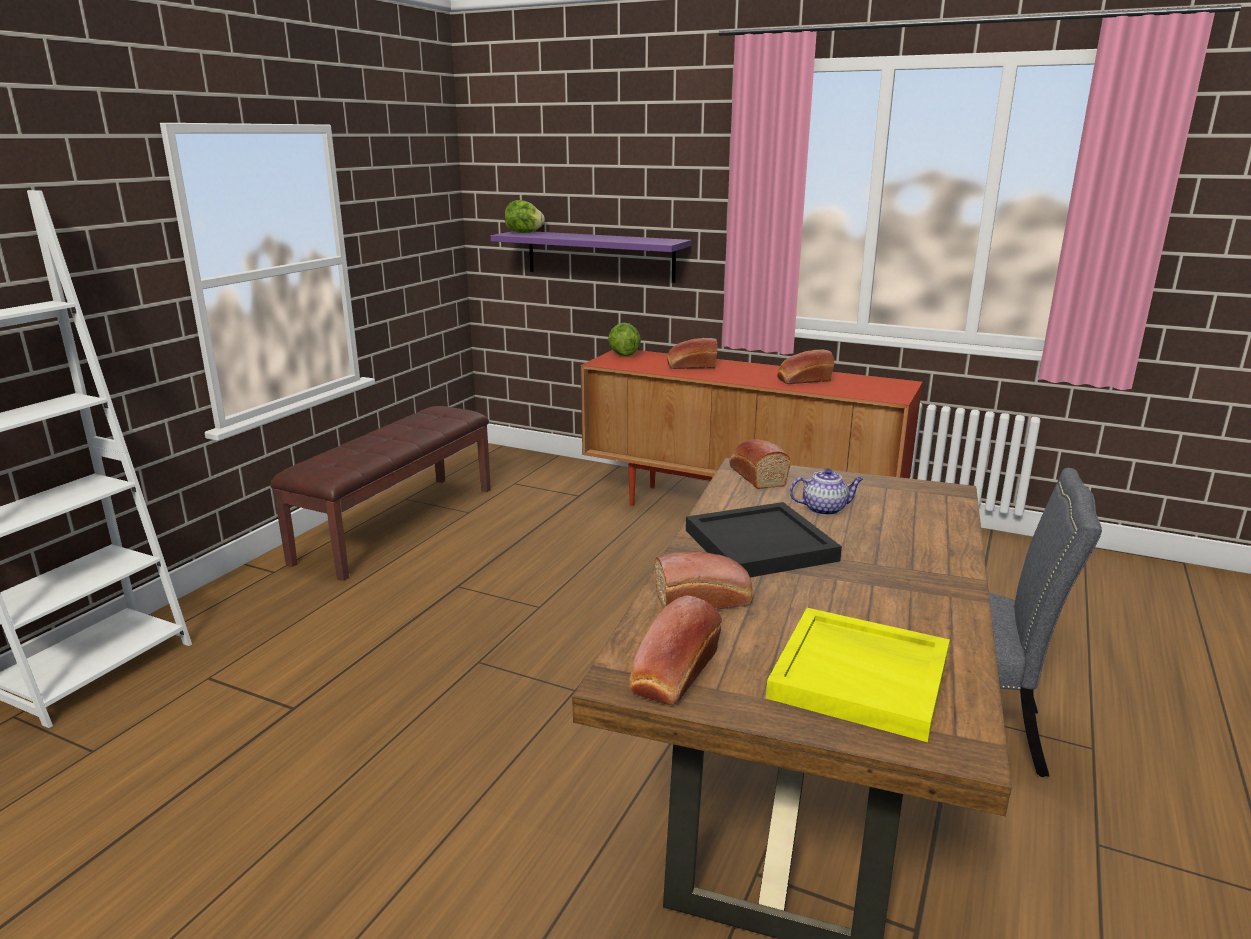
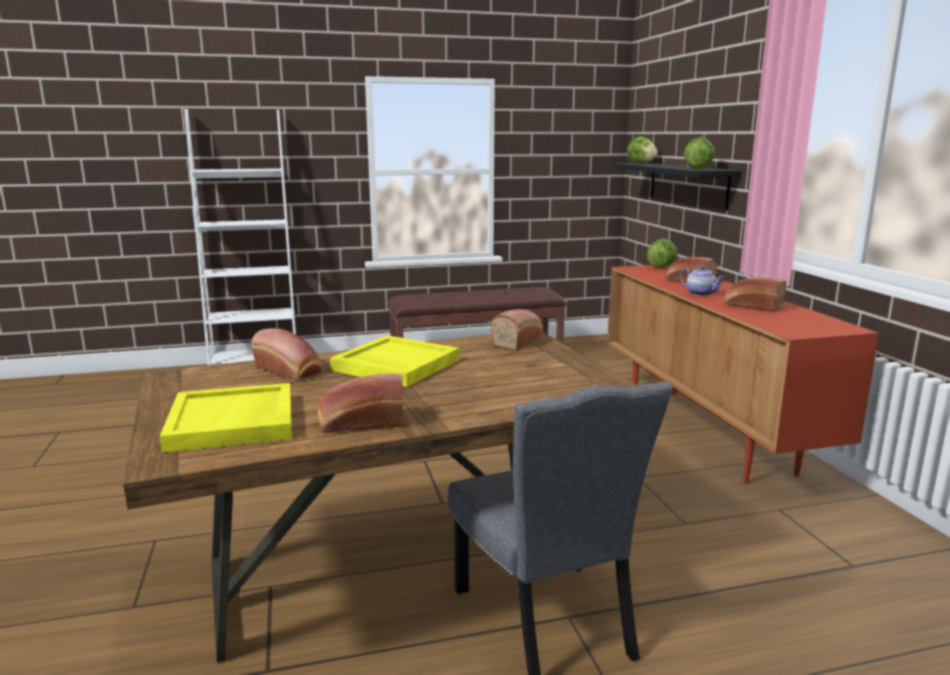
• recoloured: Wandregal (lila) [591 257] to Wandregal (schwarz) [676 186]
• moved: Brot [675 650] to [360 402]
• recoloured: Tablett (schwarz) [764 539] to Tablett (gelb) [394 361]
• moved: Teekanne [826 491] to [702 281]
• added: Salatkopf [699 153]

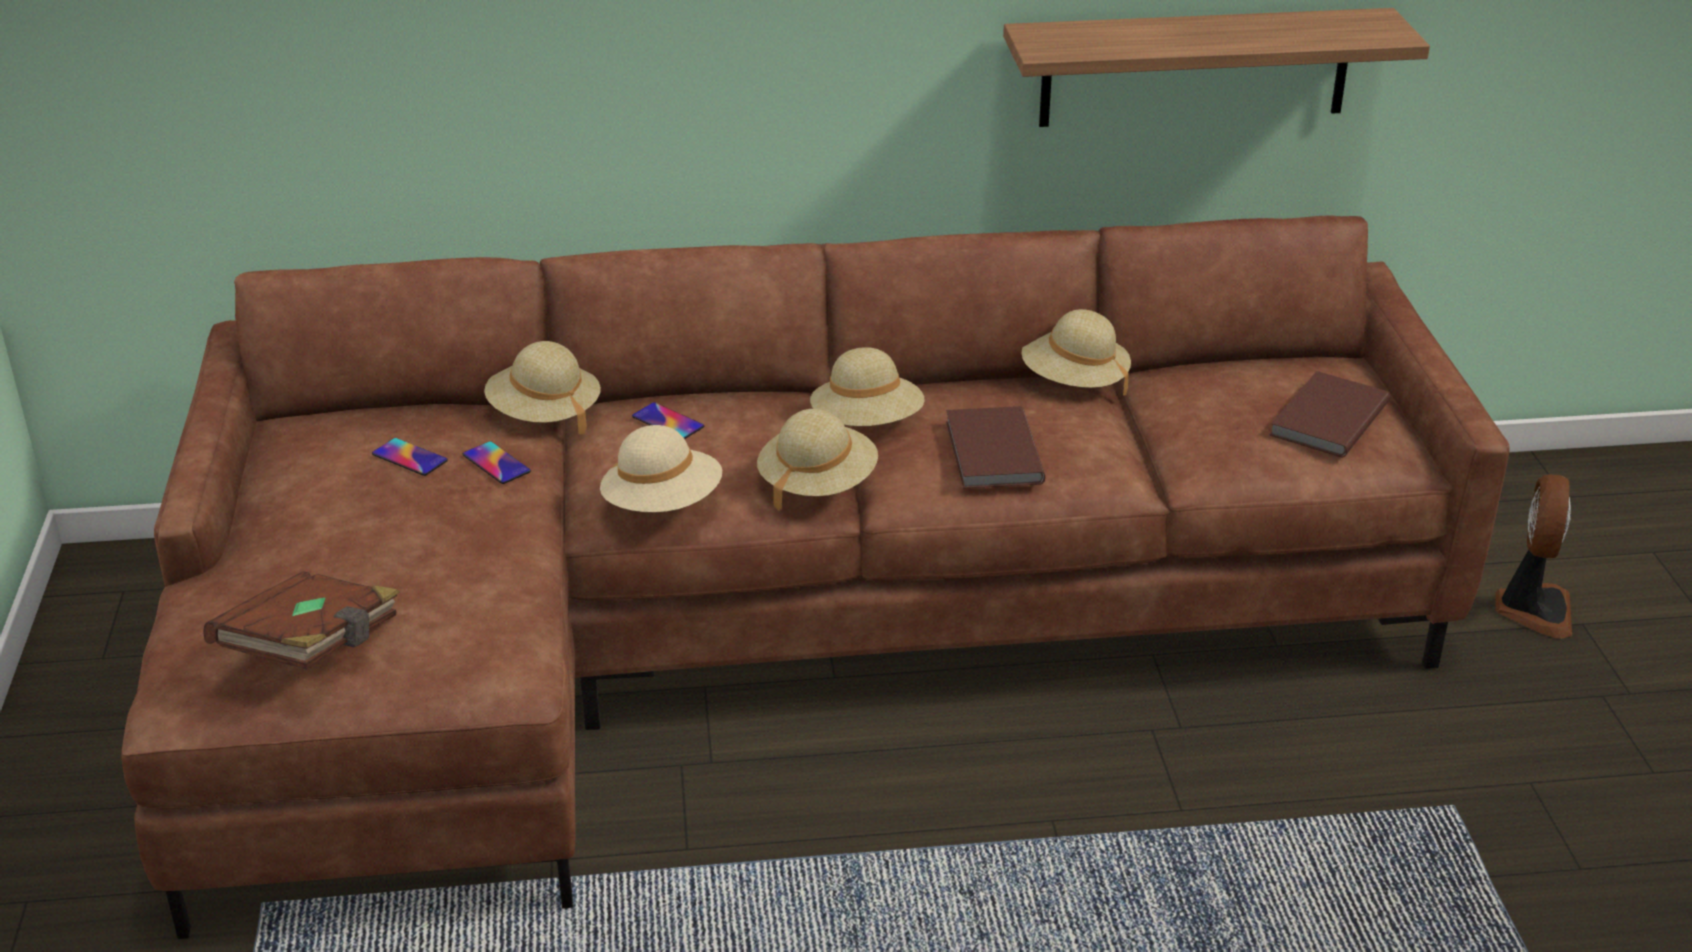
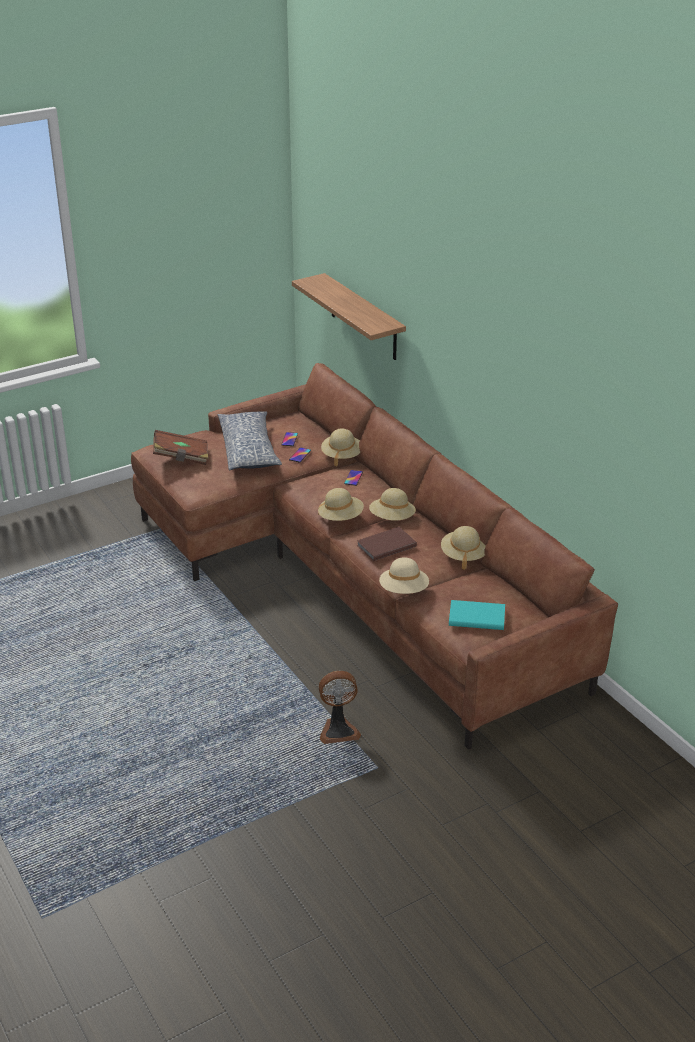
• moved: Hut (beige) [661 468] to [404 576]
• moved: Wandregal [1216 67] to [349 316]
• recoloured: Buch (braun) [1330 414] to Buch (türkis) [477 615]
• moved: Ventilator [1533 556] to [340 707]
• added: Kissen [250 441]

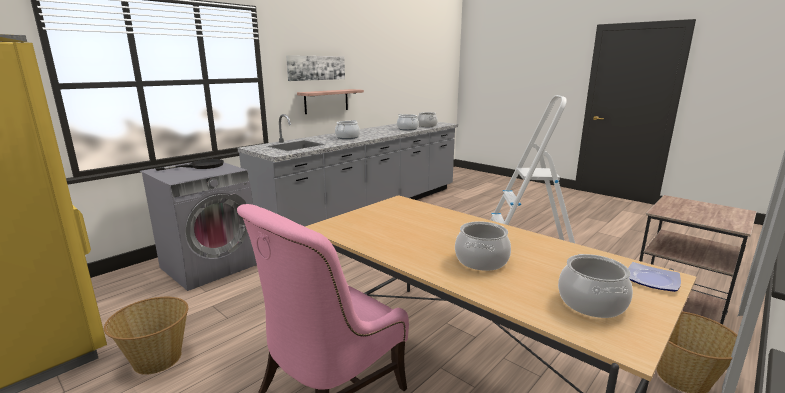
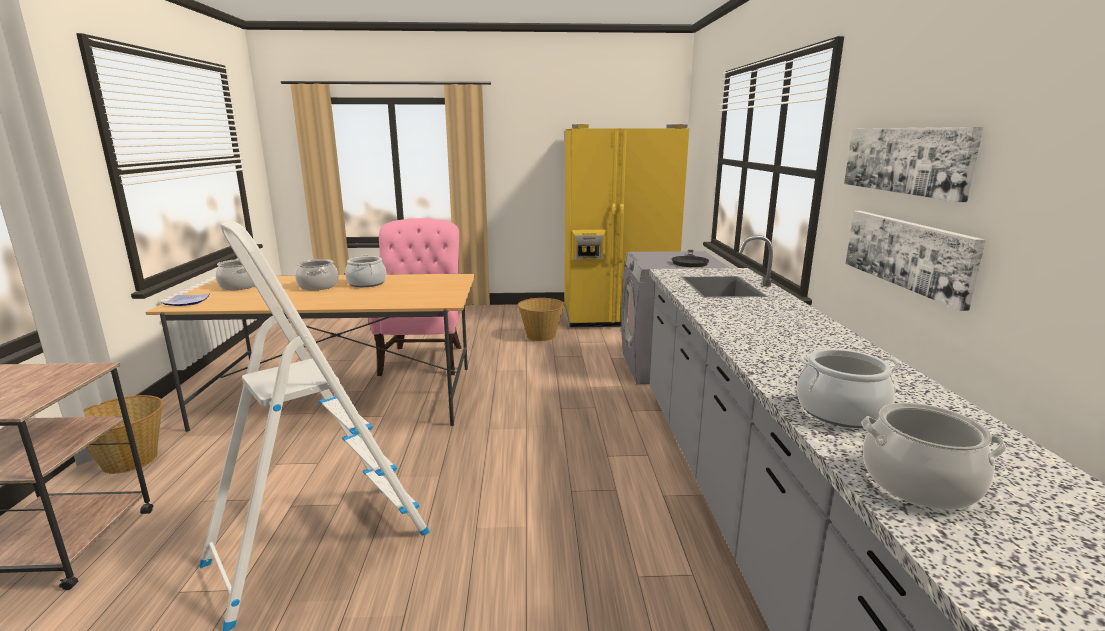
• replaced: Wandregal [330 101] to Bild [915 261]
• moved: Kochtopf [347 129] to [365 271]

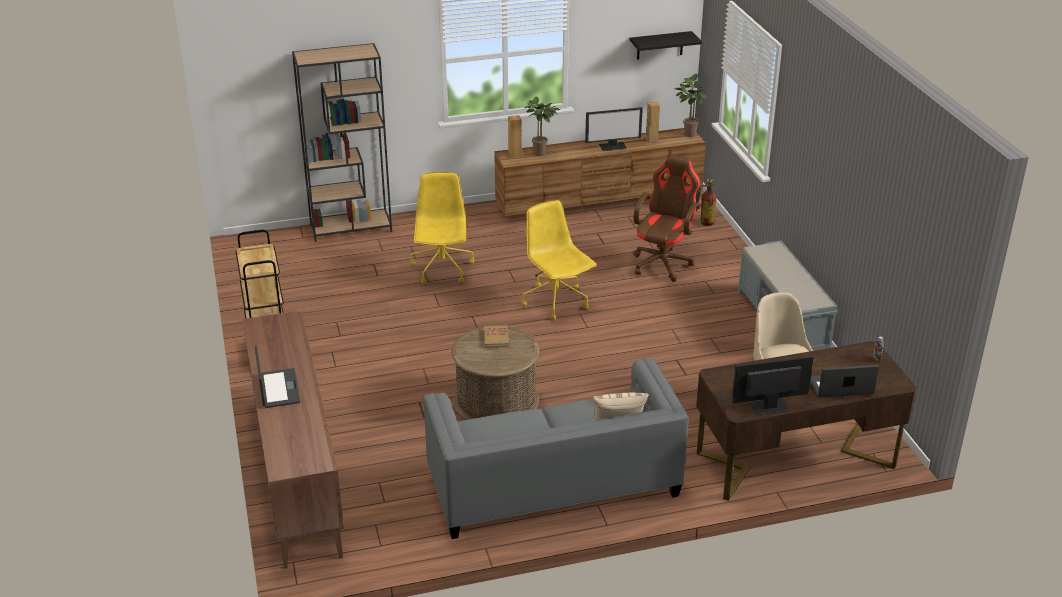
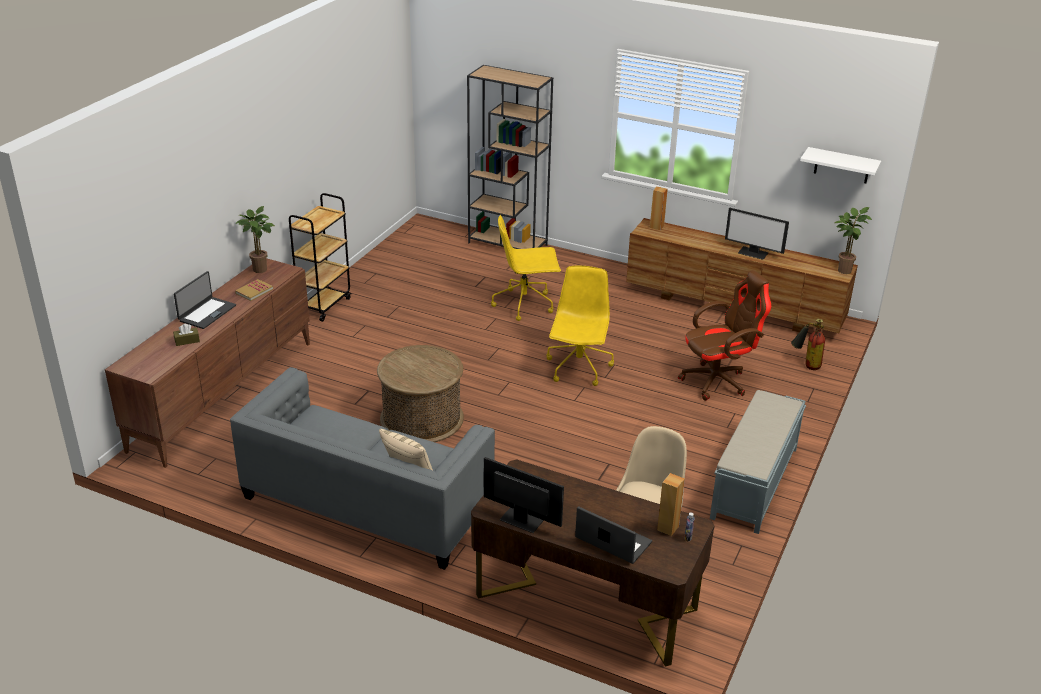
• turned: Bürostuhl (gelb) [442 228] = [526 268] 135 degrees counterclockwise
• moved: Buch [496 336] to [254 290]
• moved: Topfpflanze [542 126] to [255 239]
• recoloured: Wandregal (schwarz) [665 45] to Wandregal (weiß) [840 165]
• moved: Lautsprecher (braun) [653 122] to [671 504]
• added: Taschentuchbox (braun) [186 335]

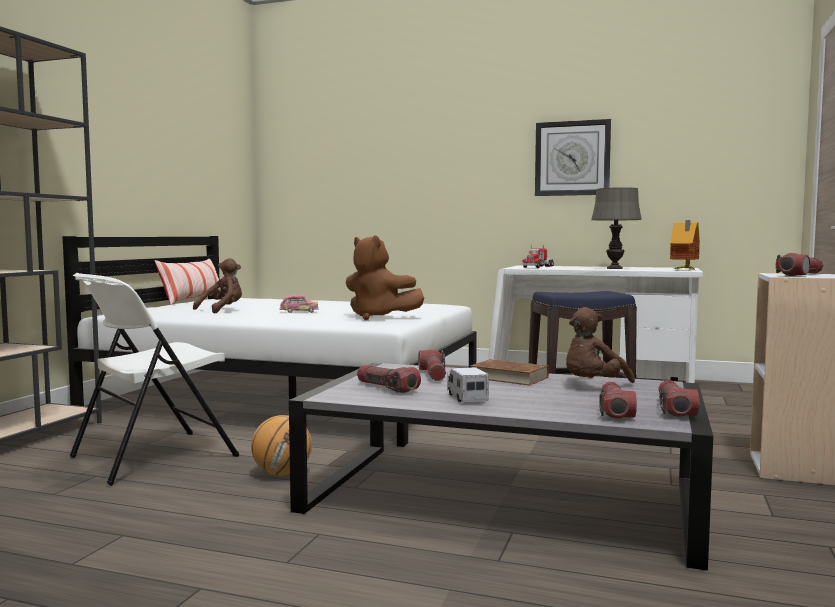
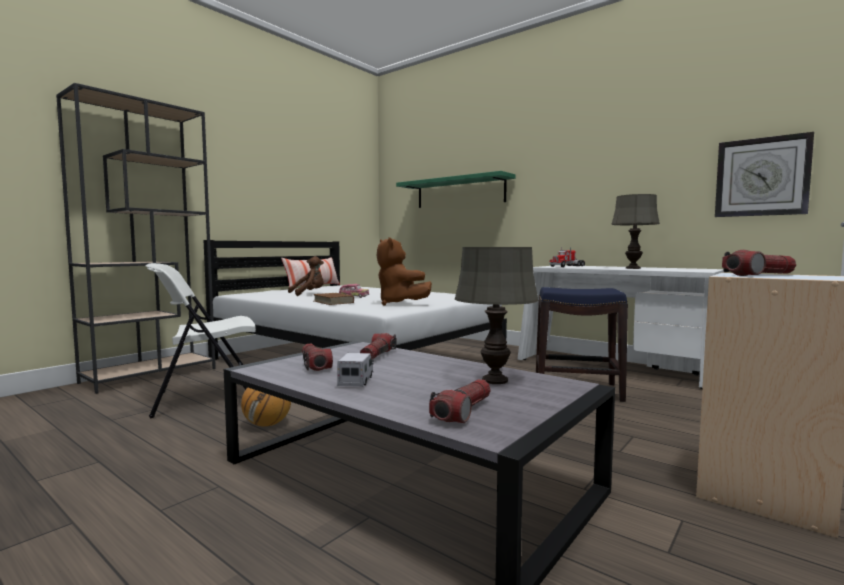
• moved: Buch (braun) [509 372] to [333 299]
• moved: Wanduhr [573 157] to [764 174]
• replaced: Plüschtier (braun) [600 345] to Tischlampe (grau) [497 315]
• removed: Taschenlampe [678 398]
• removed: Spielzeughaus [685 245]
• added: Wandregal (grün) [456 189]

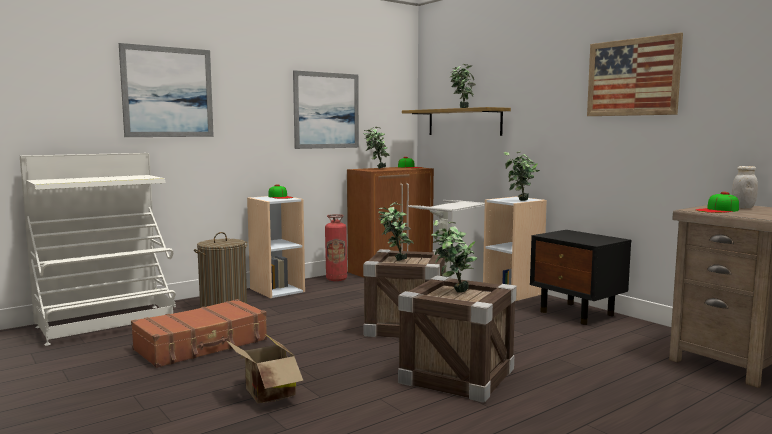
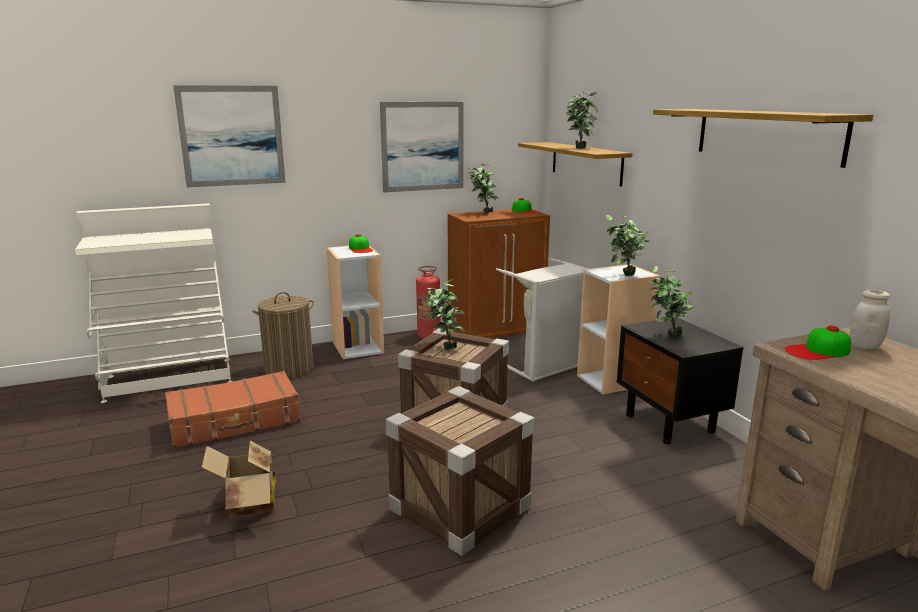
• moved: Topfpflanze [454 256] to [670 302]
• replaced: Bild [635 74] to Wandregal [763 138]

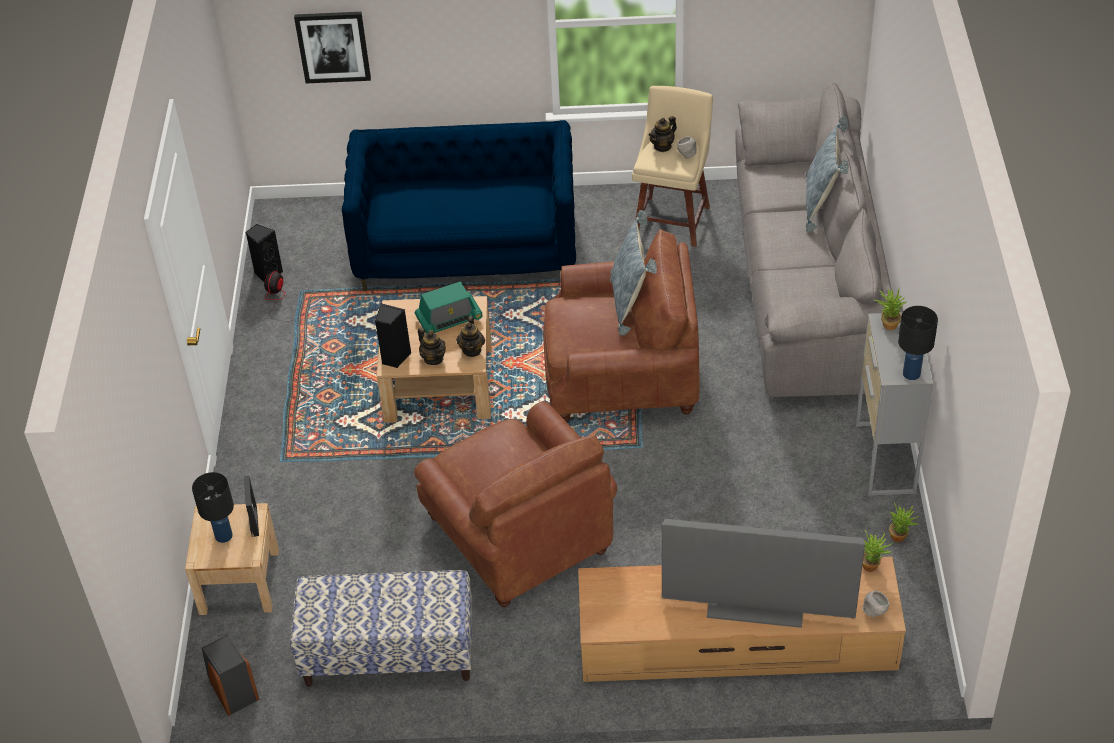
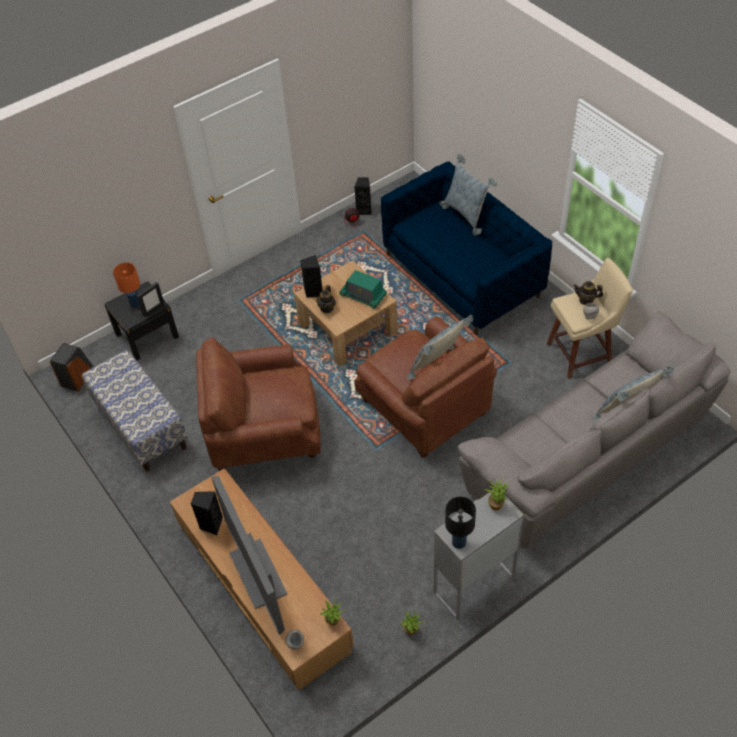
• recoloured: Nachttisch (beige) [232 559] to Nachttisch (schwarz) [141 320]
• recoloured: Tischlampe (schwarz) [213 507] to Tischlampe (orange) [126 285]
• removed: Bild [332 47]
• turned: Sessel (braun) [515 504] = [258 404] 60 degrees clockwise
• removed: Teekanne [470 336]
• added: Lautsprecher (schwarz) [207 513]
• added: Kissen [468 195]

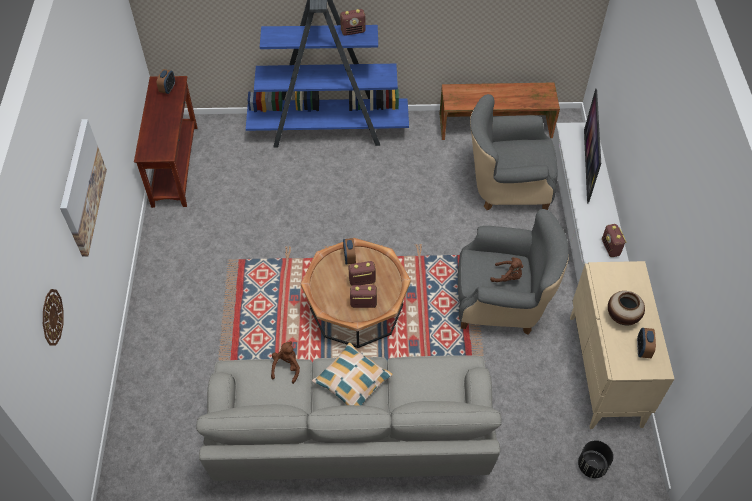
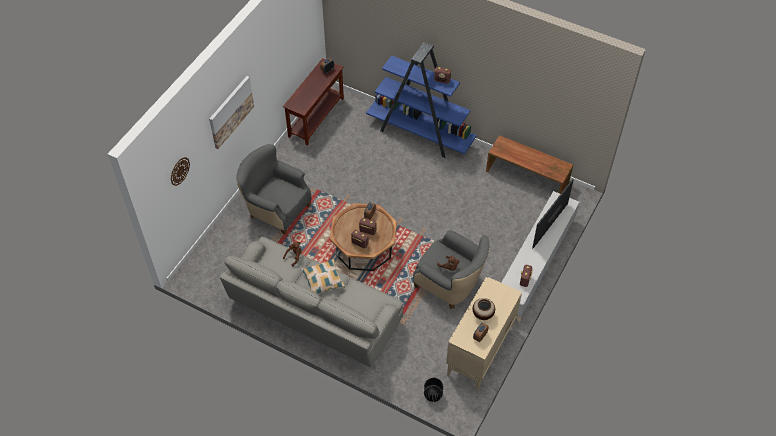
• moved: Sessel (grau) [513 152] to [274 189]

